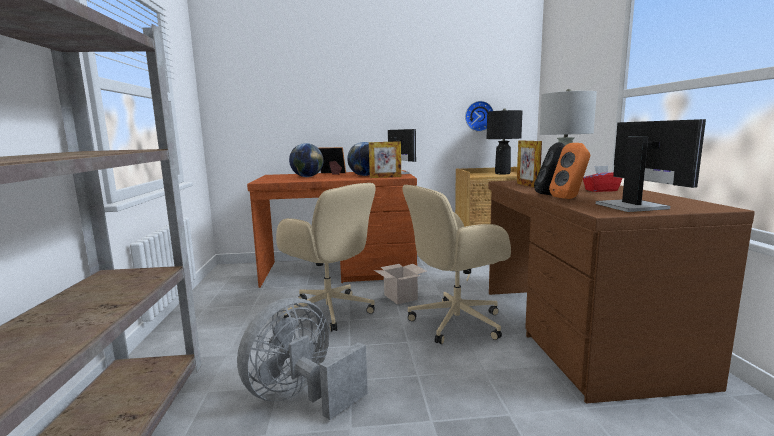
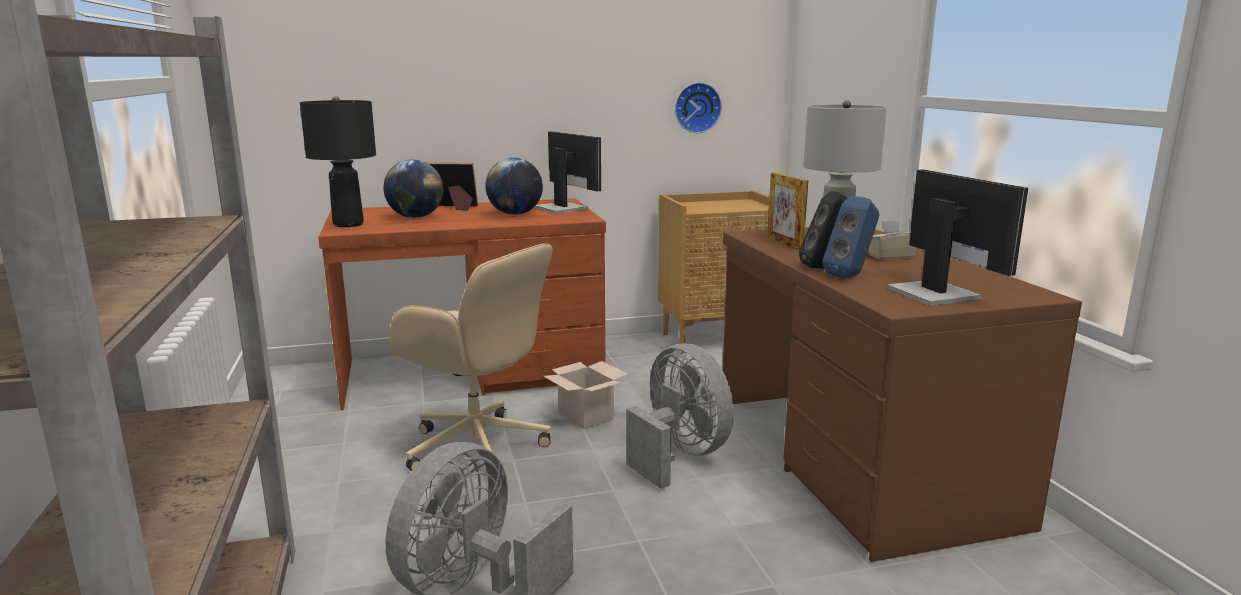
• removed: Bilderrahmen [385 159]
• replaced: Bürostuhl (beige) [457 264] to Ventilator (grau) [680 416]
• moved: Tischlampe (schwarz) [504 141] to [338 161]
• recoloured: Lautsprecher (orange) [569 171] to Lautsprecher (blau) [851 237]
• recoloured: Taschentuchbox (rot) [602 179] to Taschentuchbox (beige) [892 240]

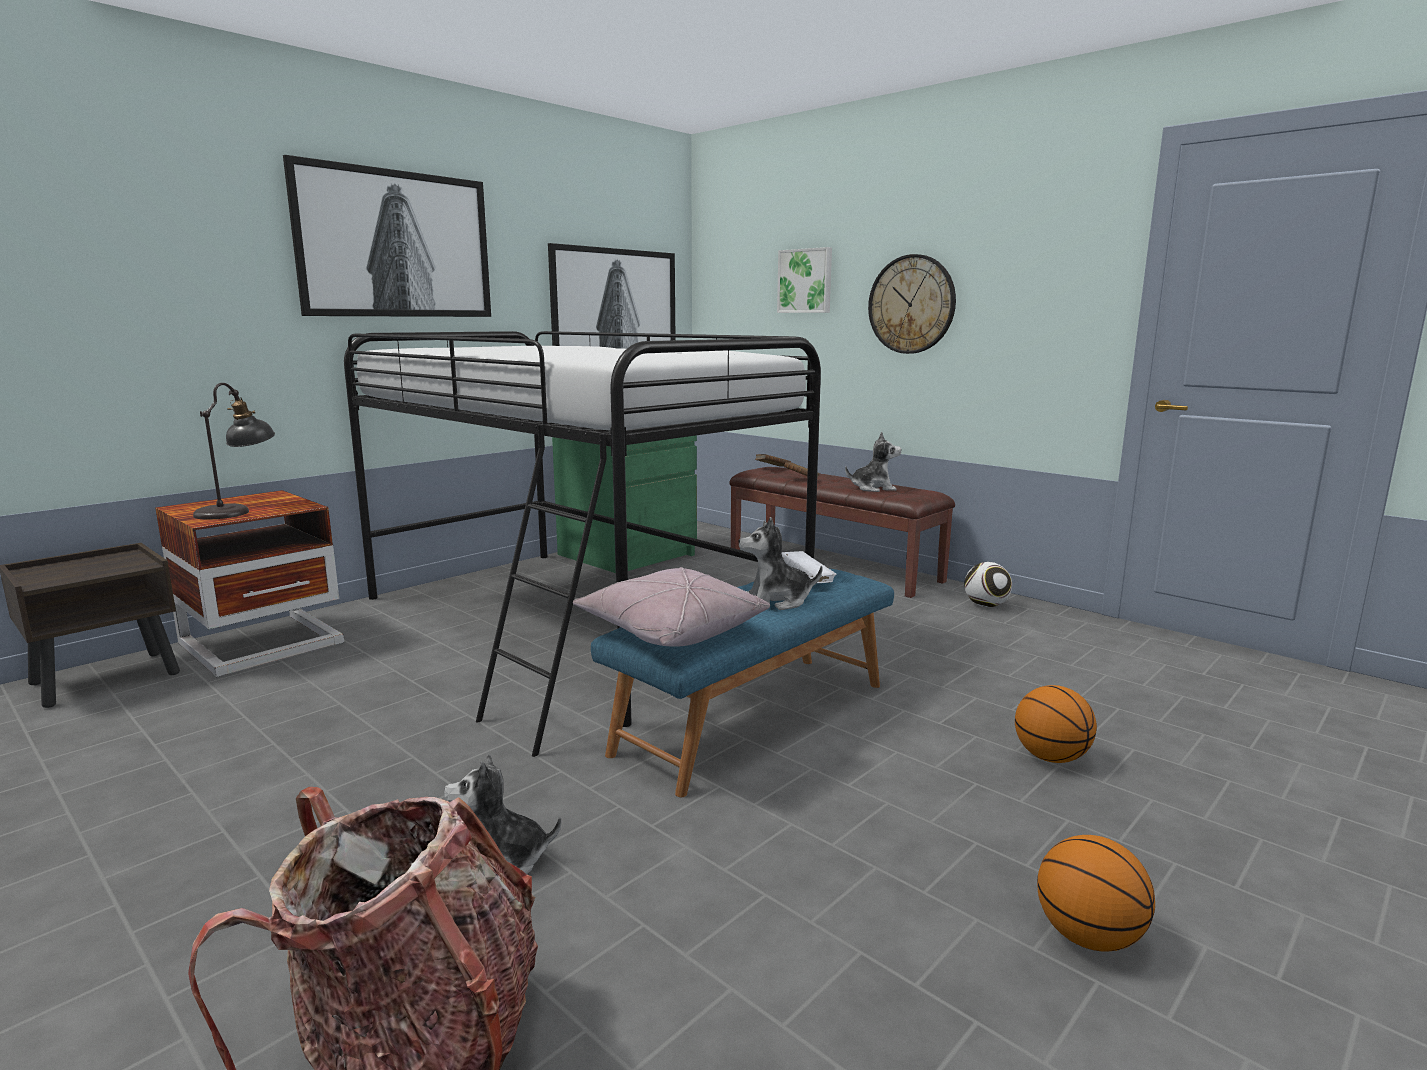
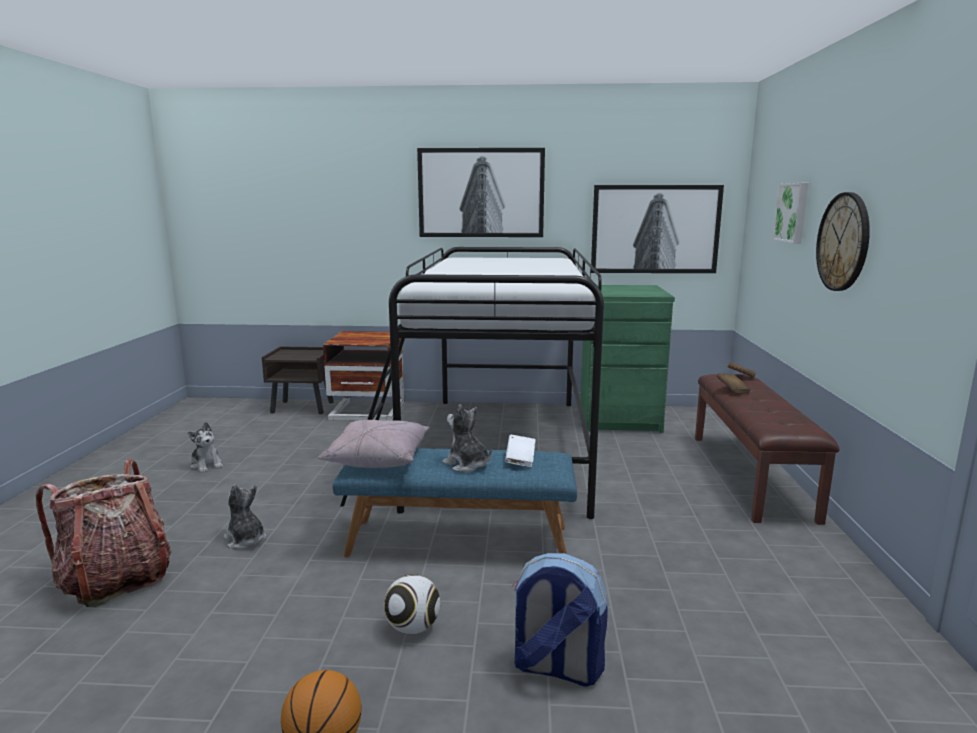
• removed: Tischlampe (grau) [234 451]
• moved: Plüschtier [873 462] to [205 447]
• moved: Fußball [988 584] to [412 604]
• replaced: Basketball [1056 724] to Rucksack [560 620]

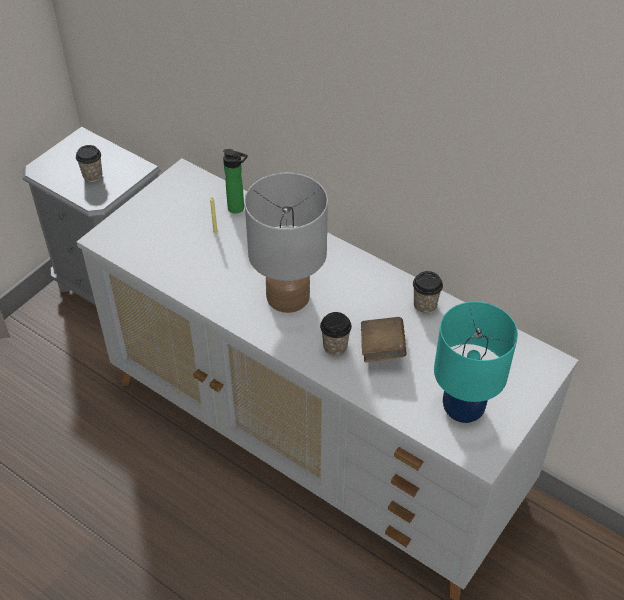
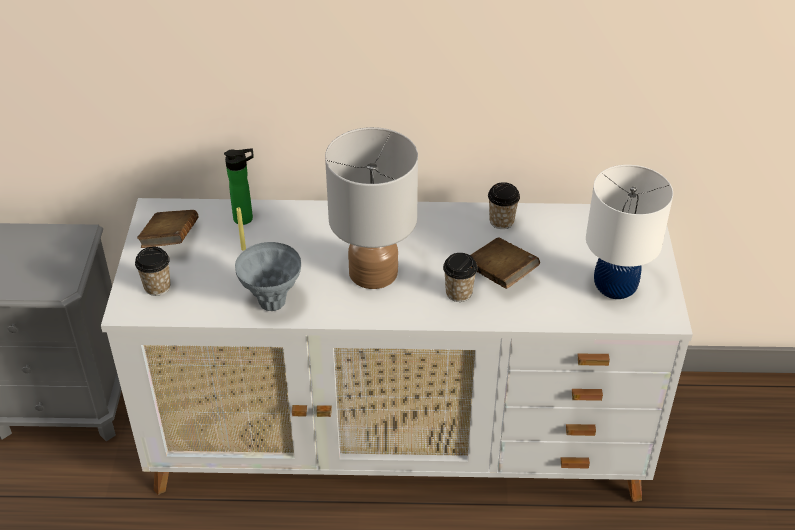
• moved: Tasse [89 163] to [153 271]
• recoloured: Tischlampe (türkis) [476 362] to Tischlampe (weiß) [629 232]
• added: Buch (braun) [168 229]
• added: Vase (grau) [268 276]

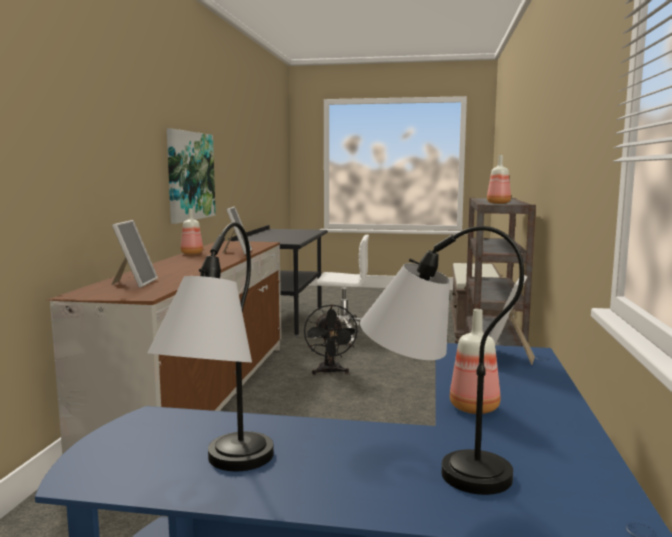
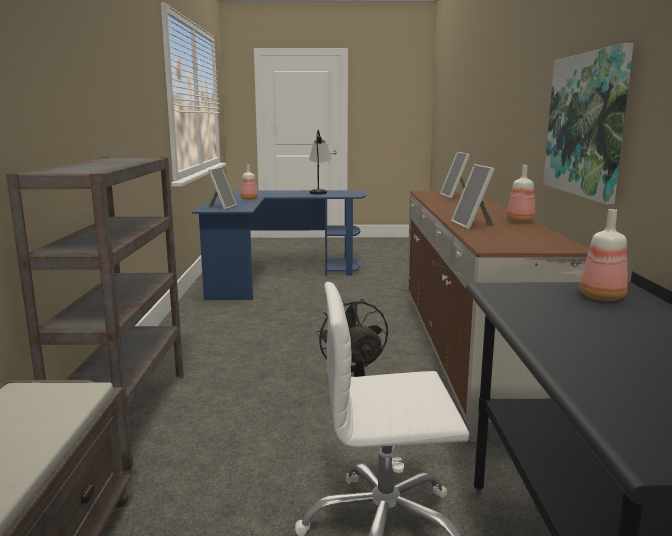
• removed: Tischlampe [442 360]
• moved: Flasche [499 179] to [604 255]

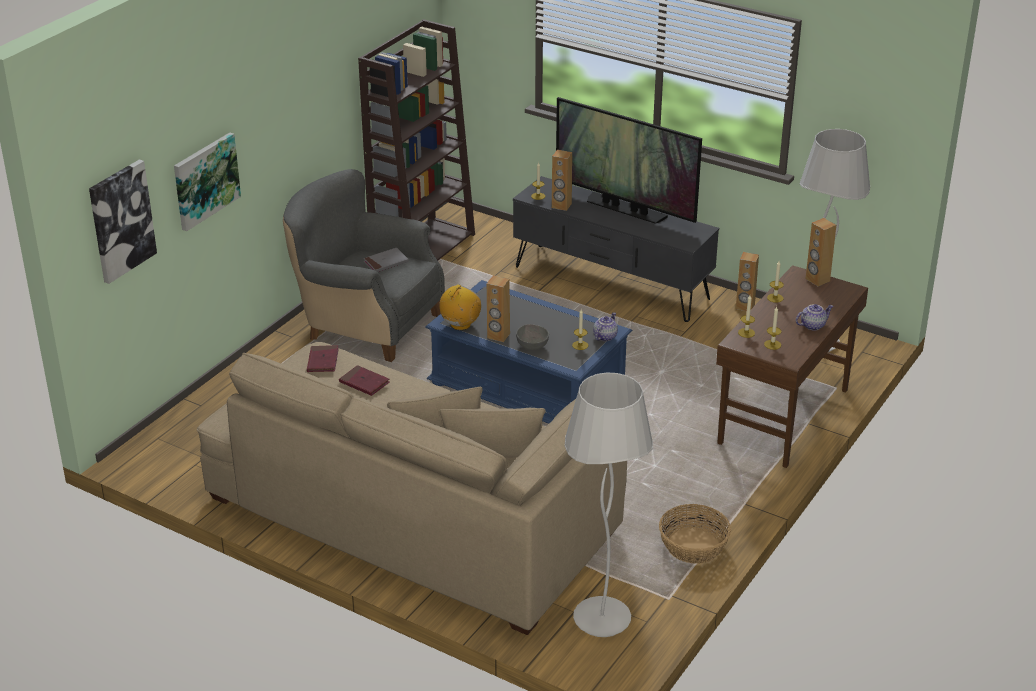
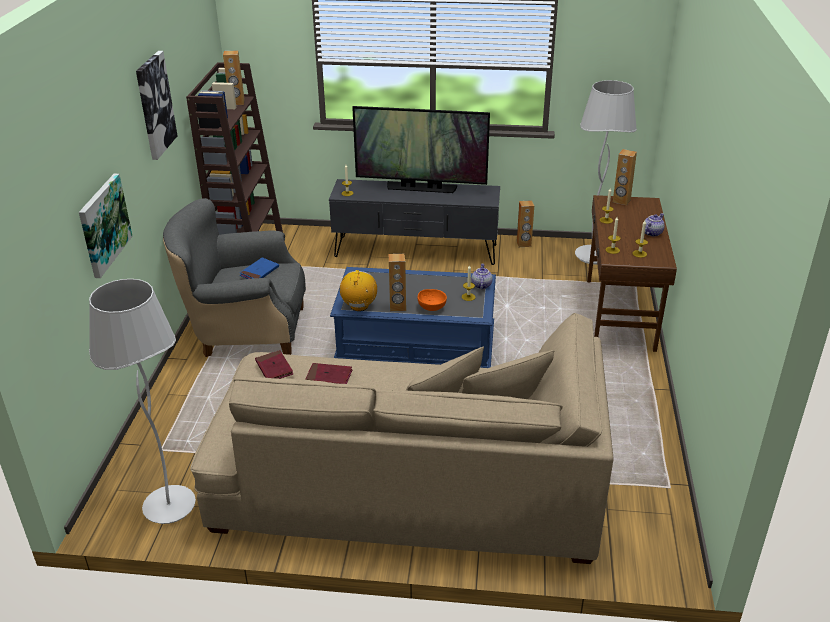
• moved: Bild [123 221] to [156 105]
• recoloured: Buch (grau) [386 260] to Buch (blau) [259 268]
• recoloured: Schüssel (grau) [532 337] to Schüssel (orange) [432 300]
• moved: Lautsprecher (braun) [562 180] to [234 77]
• moved: Stehlampe (weiß) [609 505] to [142 401]
• removed: Korb [695 534]

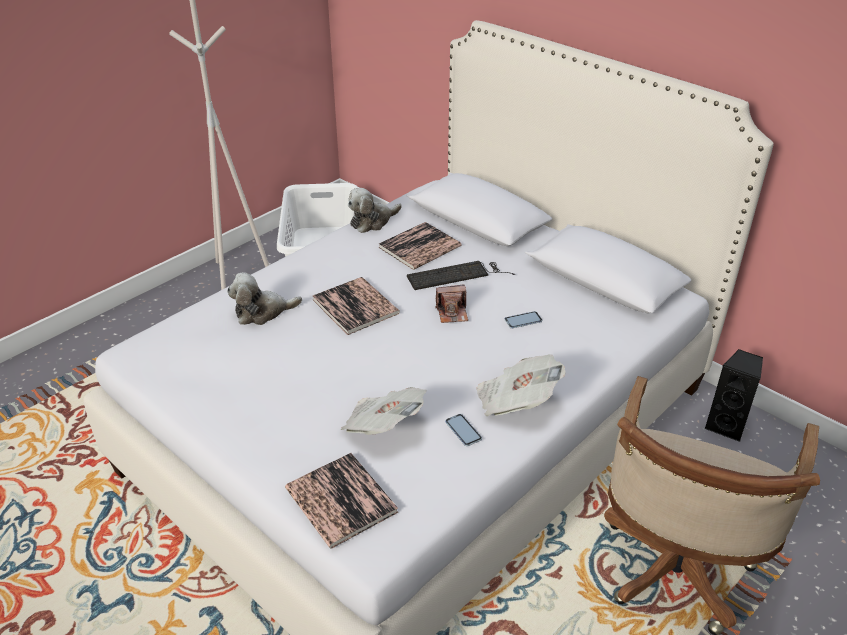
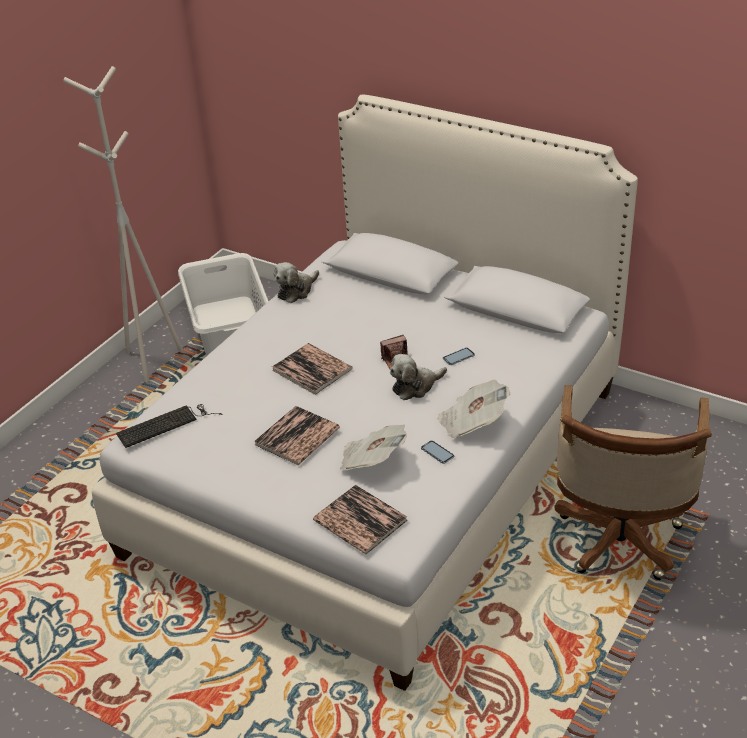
• moved: Plüschtier [264 298] to [418 377]
• moved: Buch [420 246] to [297 435]
• moved: Tastatur [461 275] to [169 426]
• removed: Lautsprecher (schwarz) [733 395]

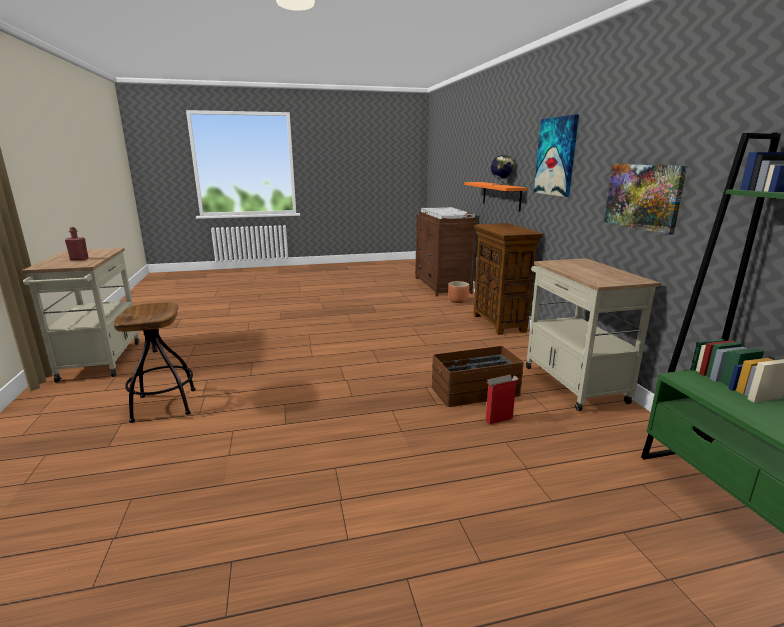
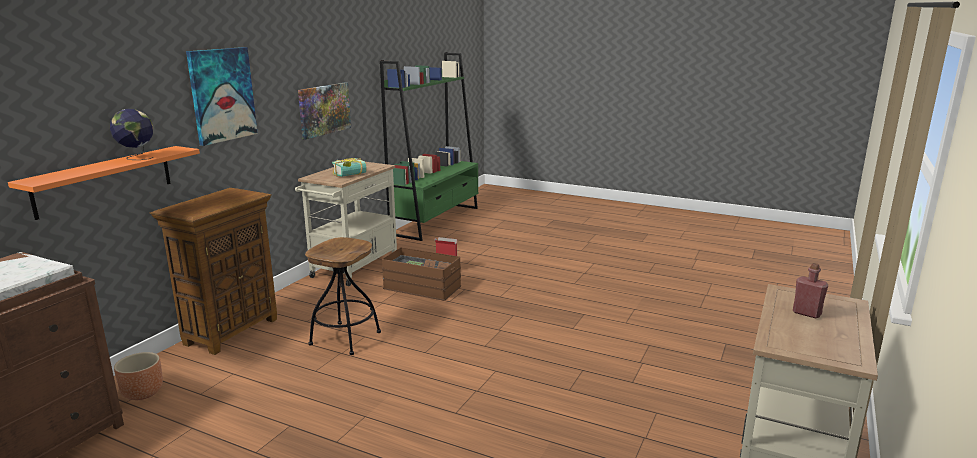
• moved: Hocker (braun) [154 362] to [343 296]
• added: Buch [349 167]

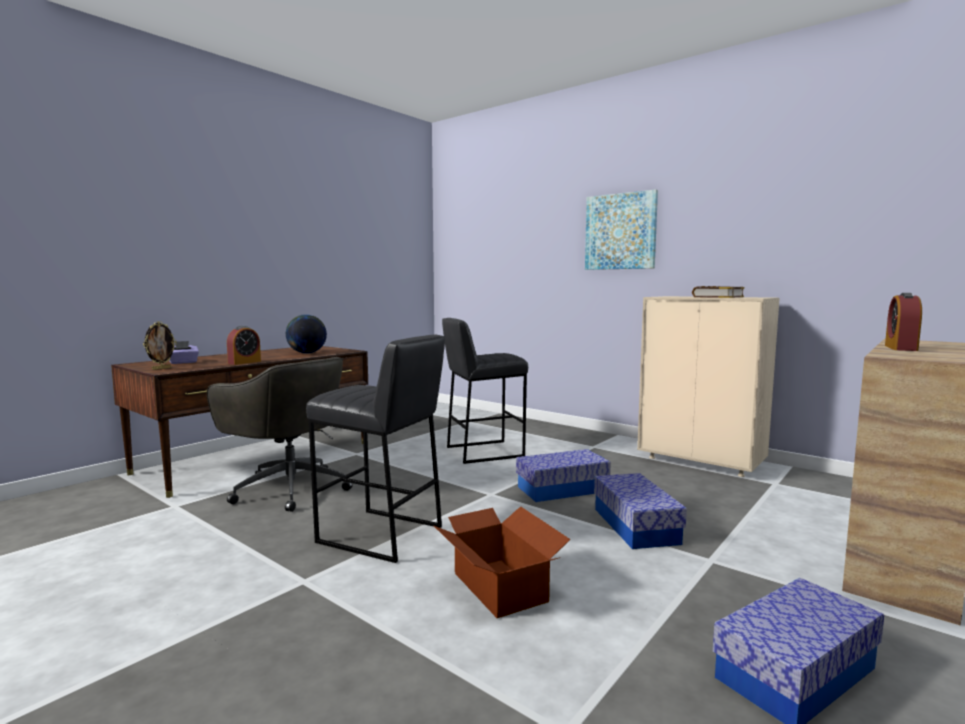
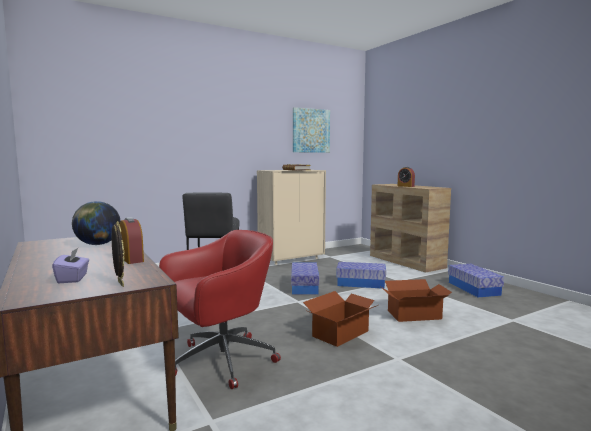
• recoloured: Bürostuhl (grau) [280 434] to Bürostuhl (rot) [220 309]
• replaced: Hocker (grau) [375 448] to Karton [340 319]
• moved: Bild [621 229] to [311 130]

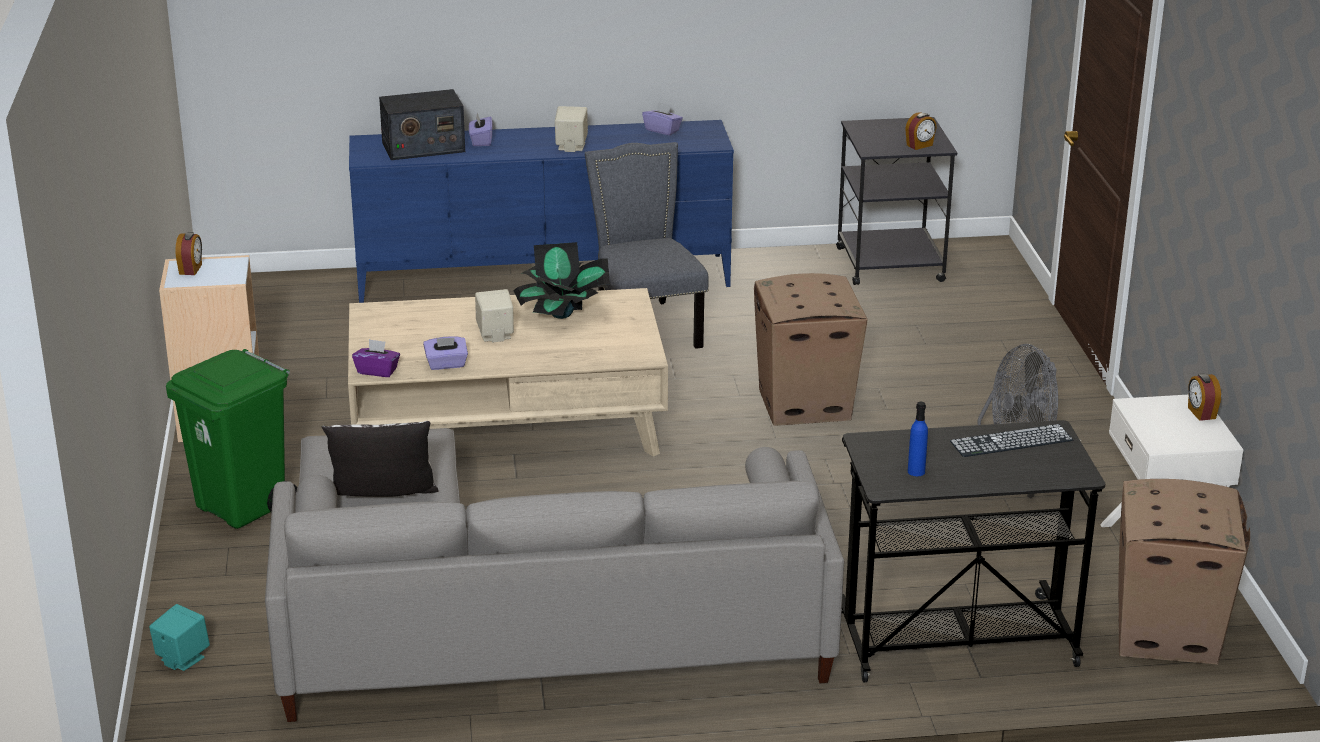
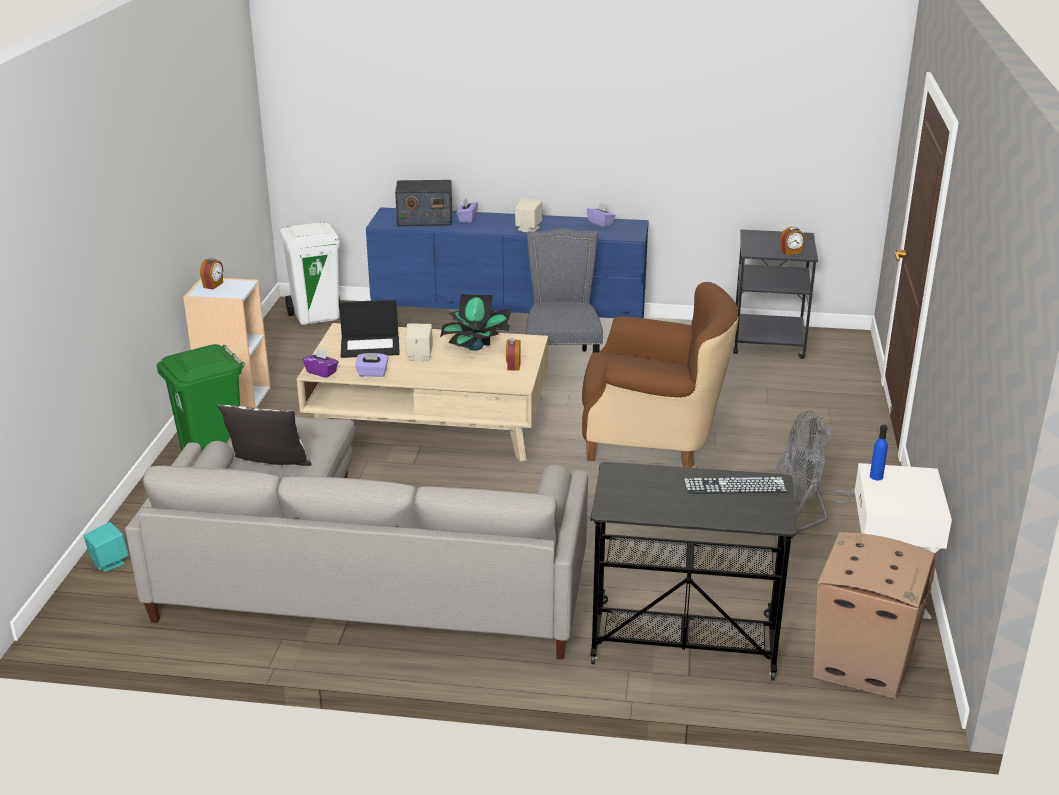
• replaced: Karton [811 349] to Sessel (braun) [660 375]
• moved: Flasche (blau) [918 439] to [879 452]
• moved: Wecker [1204 397] to [513 354]
• added: Mülleimer (weiß) [310 273]
• added: Laptop [369 329]

